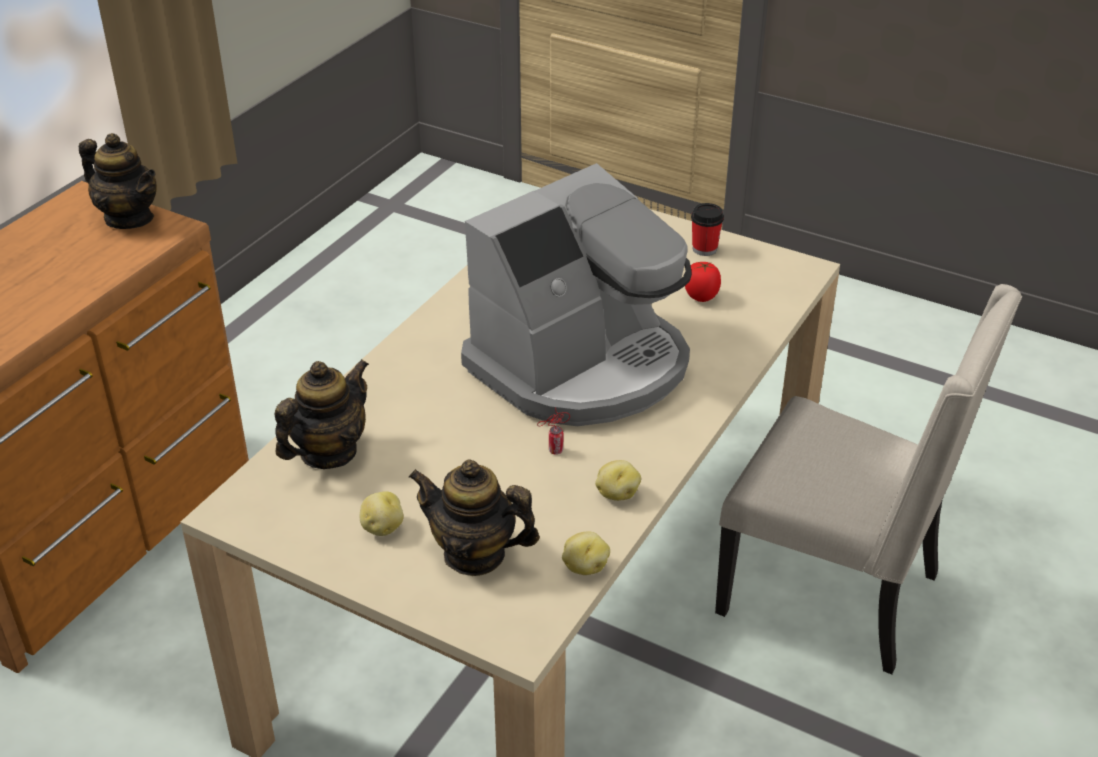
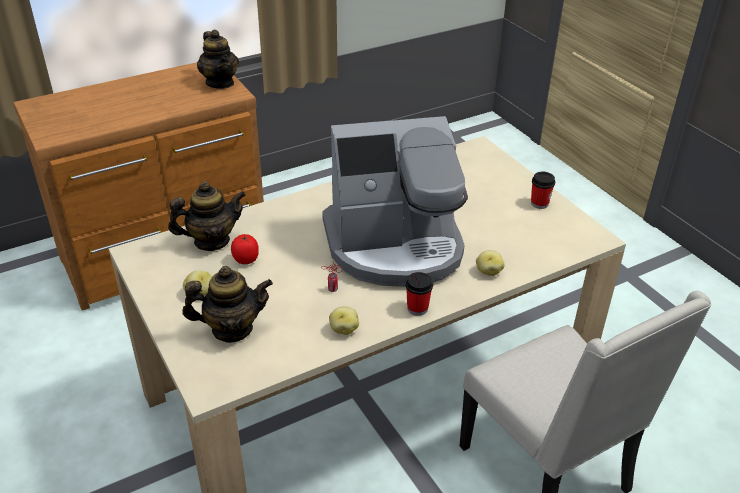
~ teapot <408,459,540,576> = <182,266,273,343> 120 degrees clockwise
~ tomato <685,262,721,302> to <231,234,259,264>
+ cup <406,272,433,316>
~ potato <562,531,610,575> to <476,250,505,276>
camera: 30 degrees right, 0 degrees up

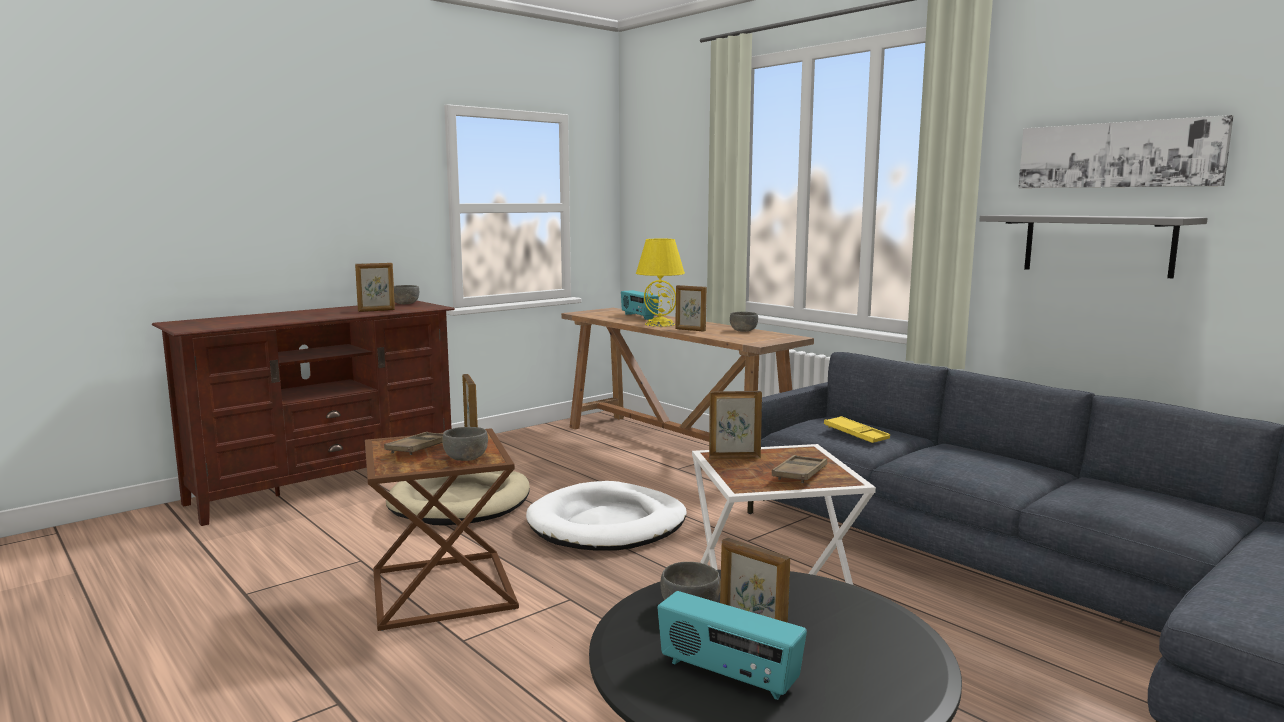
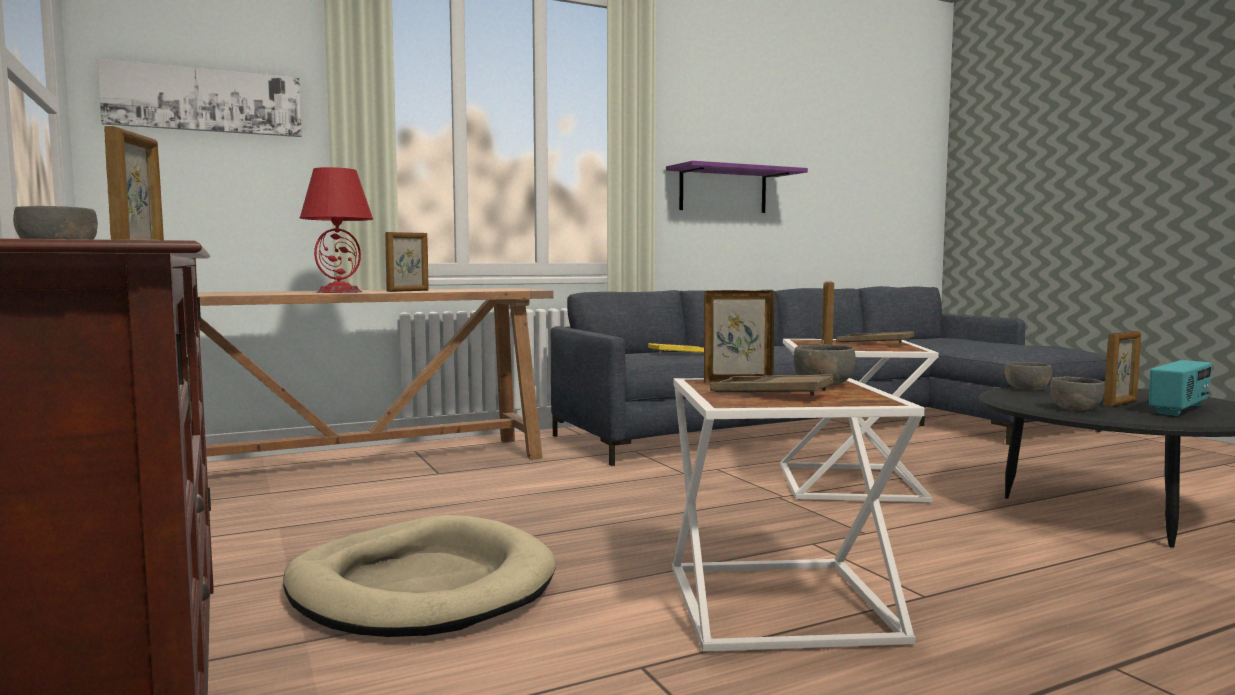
~ picture <1018,115,1233,188> to <97,59,302,137>
~ yellow table lamp <636,239,685,327> to red table lamp <300,167,373,293>
~ grey shelf <979,215,1208,278> to purple shelf <666,161,808,213>
~ brown side table <365,428,519,631> to white side table <672,378,925,652>
~ grey bowl <730,312,758,331> to <1005,362,1052,390>
- white dog bed <526,481,687,551>
- radio <621,290,659,320>
camera: 75 degrees left, 5 degrees down

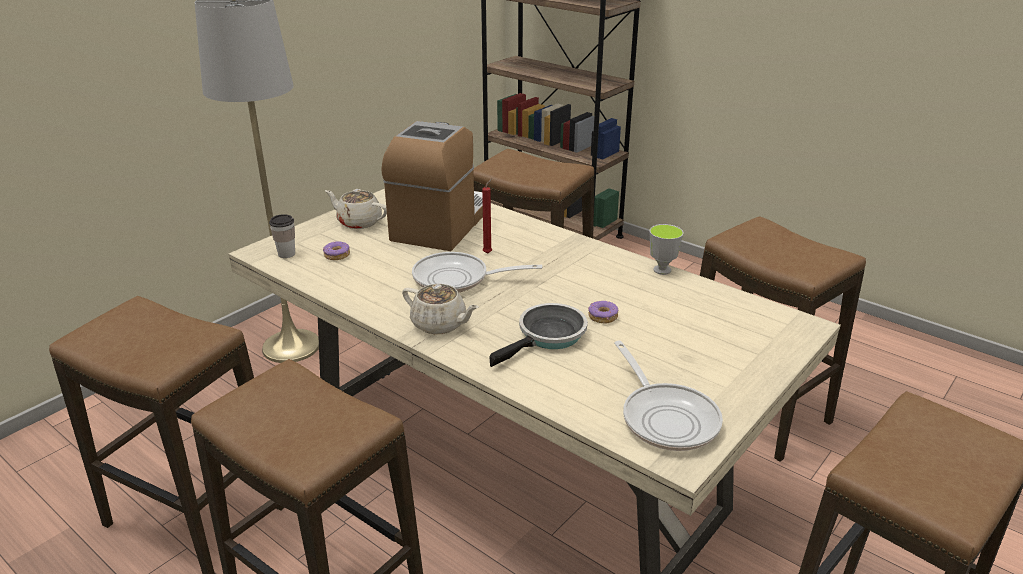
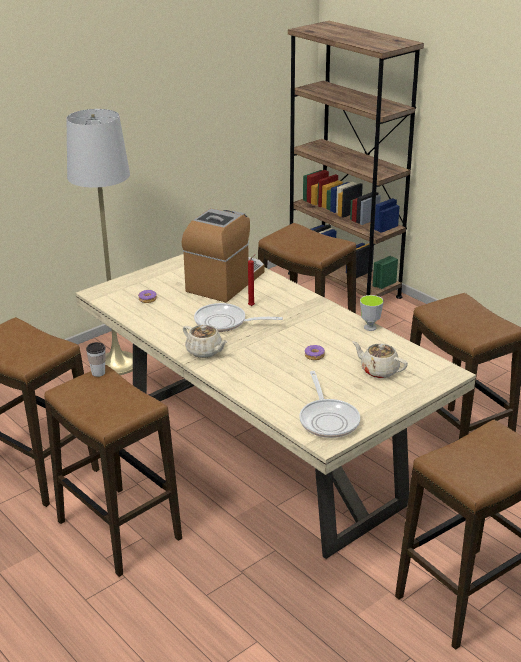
~ cup <269,214,295,258> to <86,342,106,377>
~ beige teapot <325,189,387,229> to <352,341,408,378>
- frying pan <489,303,588,367>
camera: 10 degrees right, 0 degrees up

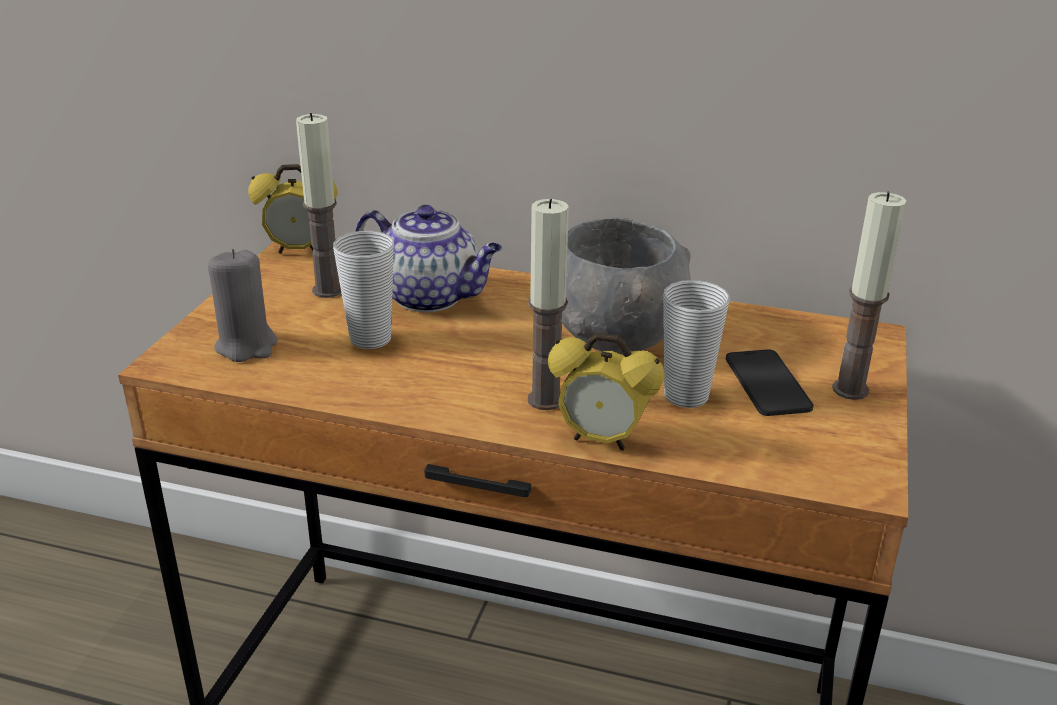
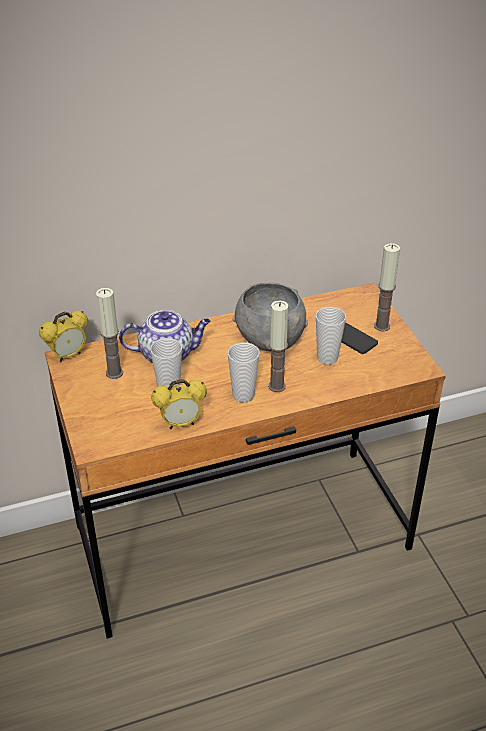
~ alarm clock <548,333,665,451> to <151,379,207,429>
+ cup <228,342,260,402>
- grey candle <208,248,277,362>
camera: 35 degrees left, 10 degrees up

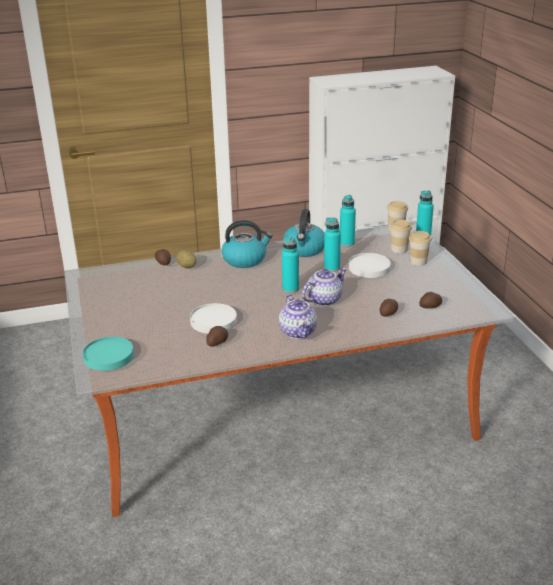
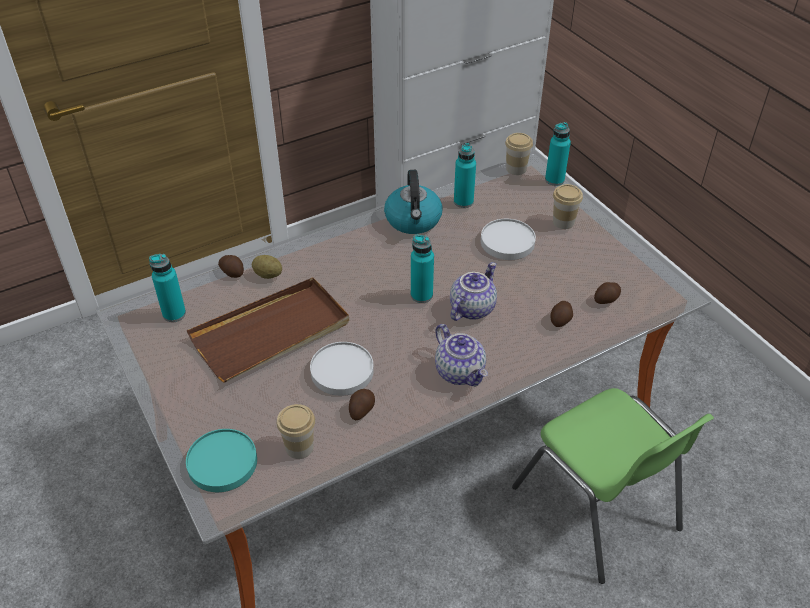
~ turquoise bottle <324,218,341,272> to <149,254,186,322>
+ brown tray <187,277,349,383>
~ cup <390,220,412,254> to <277,404,315,459>
+ green chair <512,388,714,584>
- kettle <222,220,273,268>
camera: 15 degrees left, 15 degrees up

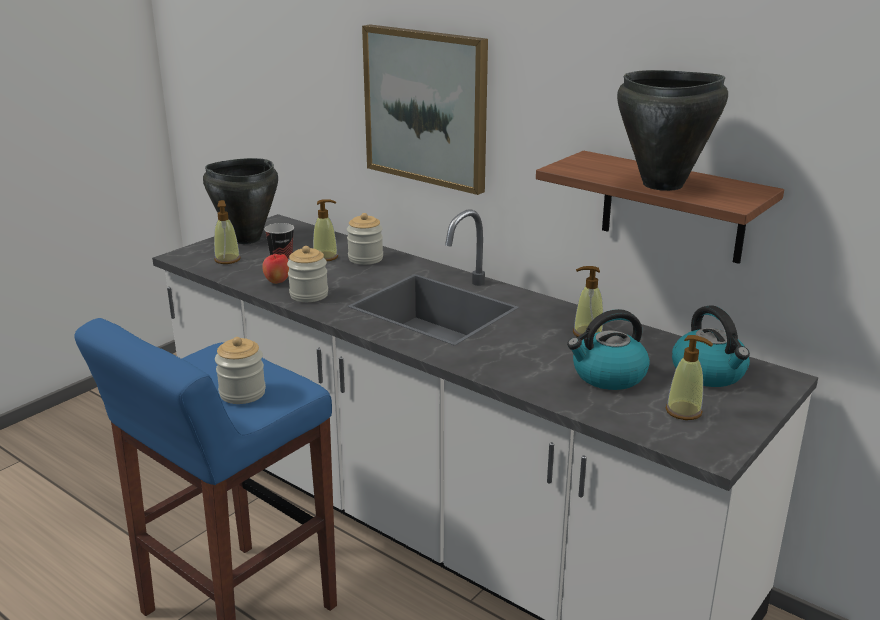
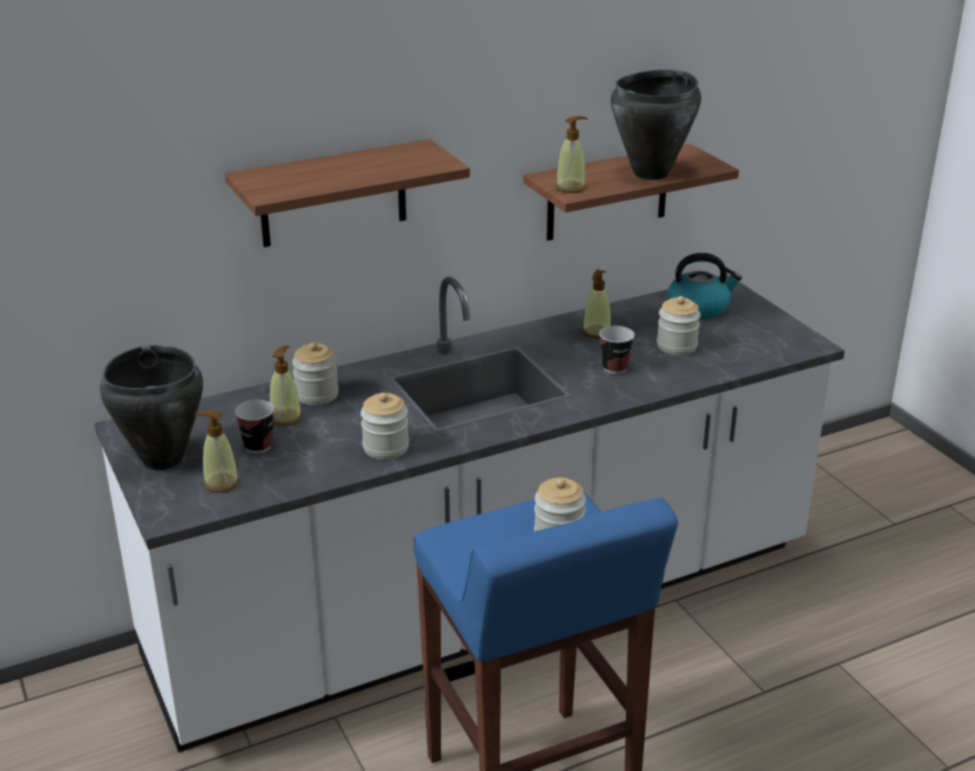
~ picture <362,25,488,195> to shelf <225,139,470,247>
~ soap dispenser <666,335,713,420> to <556,116,588,193>
+ cup <599,326,635,374>
~ kettle <567,309,650,390> to jar <657,296,701,355>
- apple <262,254,289,284>
camera: 65 degrees left, 5 degrees up

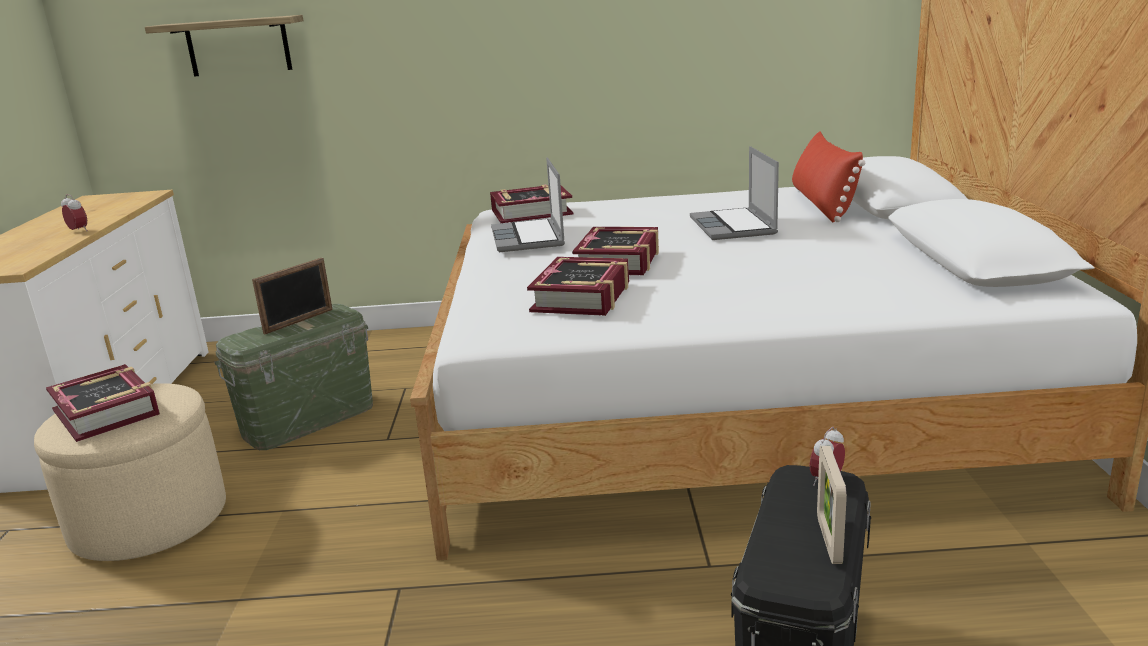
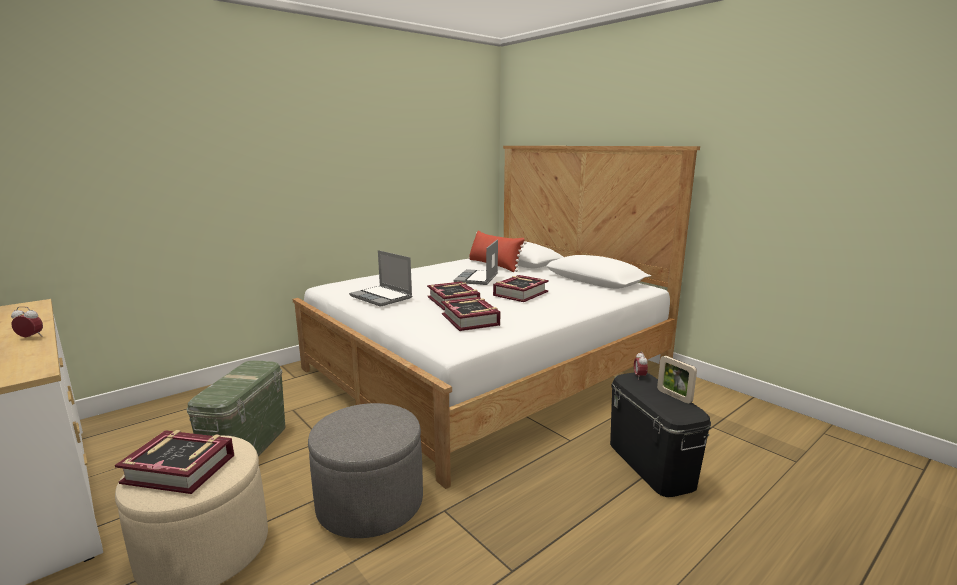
+ grey ottoman <308,403,423,538>
~ laptop <690,146,779,240> = <454,240,498,285> 60 degrees clockwise
~ book <490,185,573,223> to <493,275,549,302>
- shelf <145,15,303,76>
- picture frame <252,258,333,334>
camera: 40 degrees left, 5 degrees down

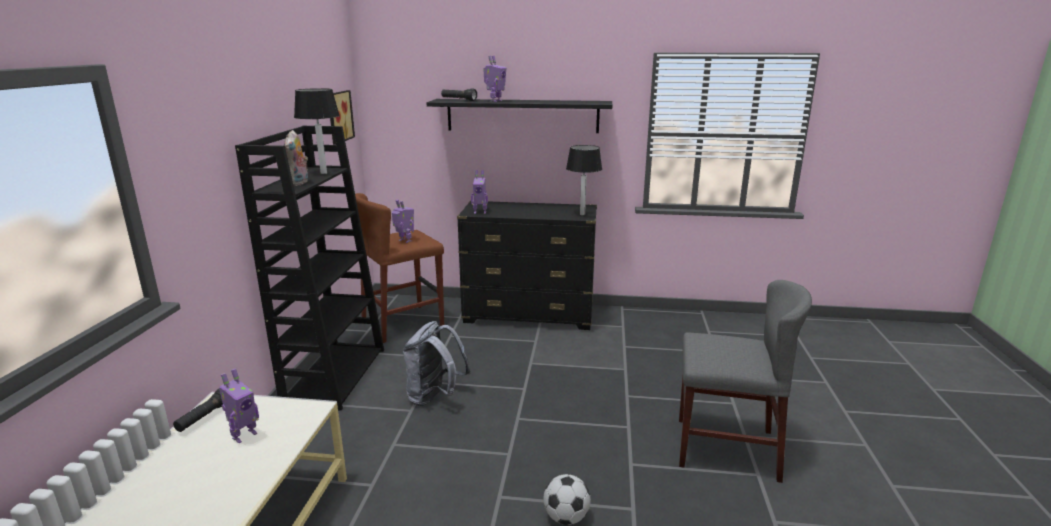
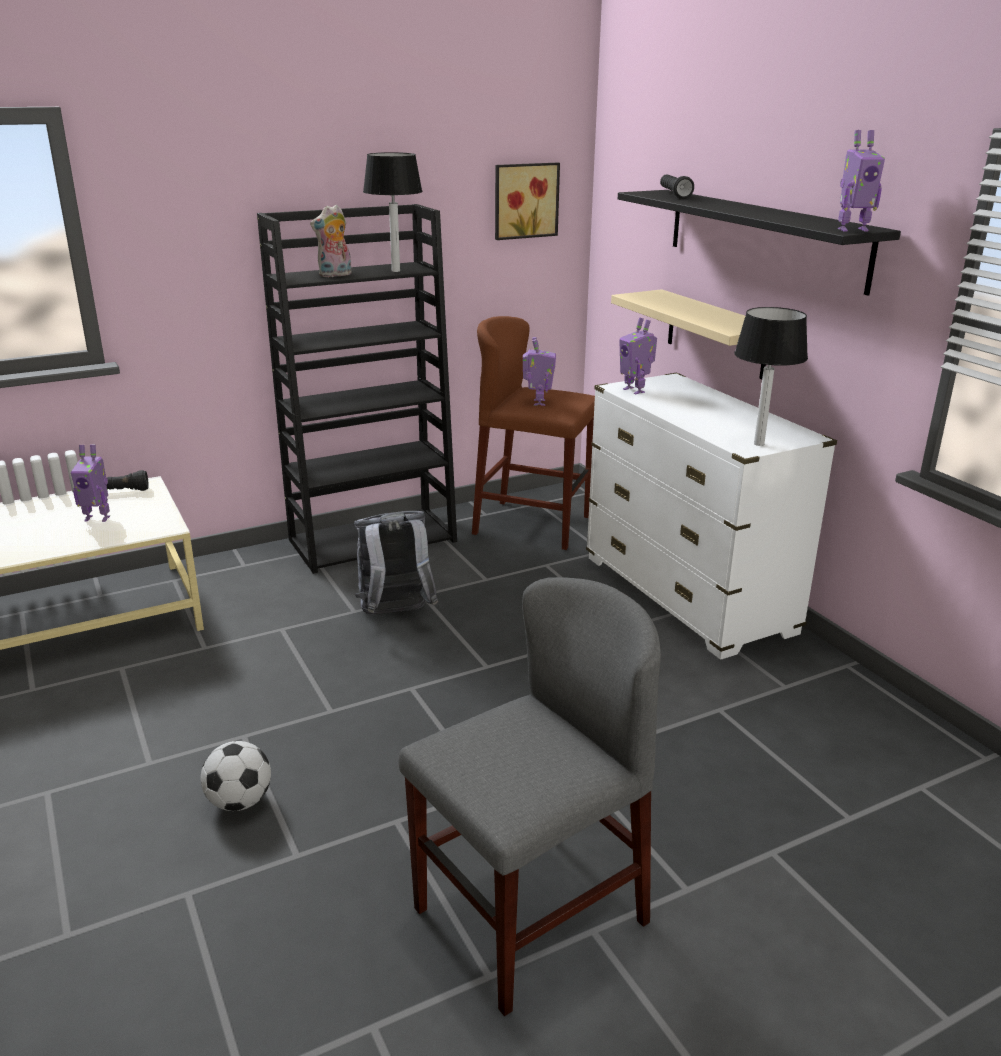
~ grey chair <679,280,812,483> = <399,577,661,1016> 105 degrees counterclockwise
~ black dresser <457,201,597,330> to white dresser <586,373,837,660>
+ beige shelf <611,289,766,380>
~ toy robot <483,56,506,102> to <838,130,885,232>
camera: 55 degrees right, 5 degrees up

